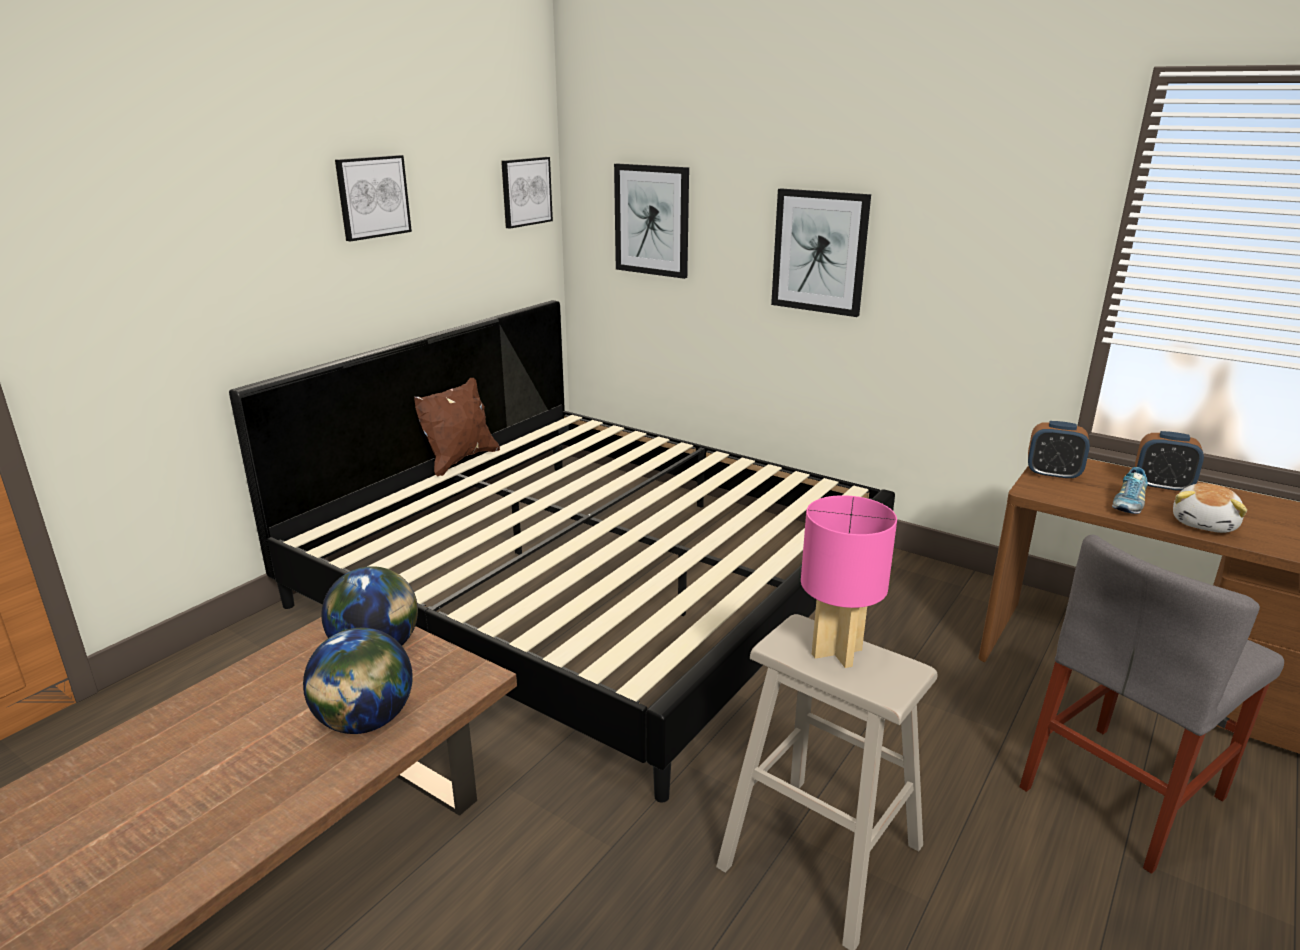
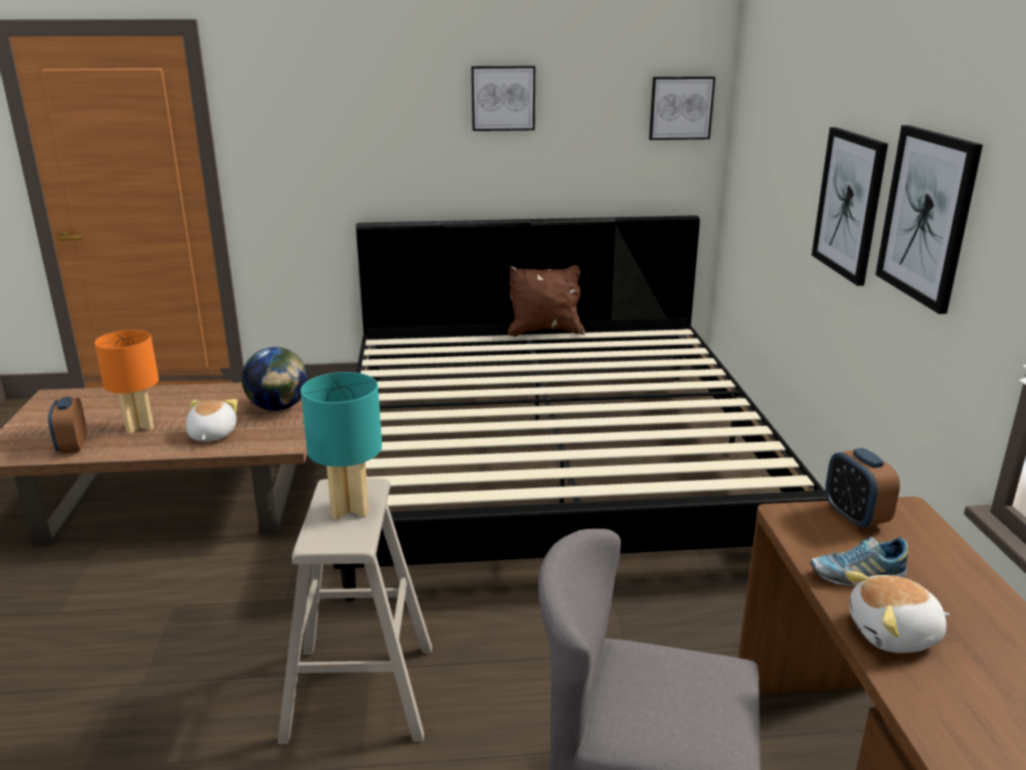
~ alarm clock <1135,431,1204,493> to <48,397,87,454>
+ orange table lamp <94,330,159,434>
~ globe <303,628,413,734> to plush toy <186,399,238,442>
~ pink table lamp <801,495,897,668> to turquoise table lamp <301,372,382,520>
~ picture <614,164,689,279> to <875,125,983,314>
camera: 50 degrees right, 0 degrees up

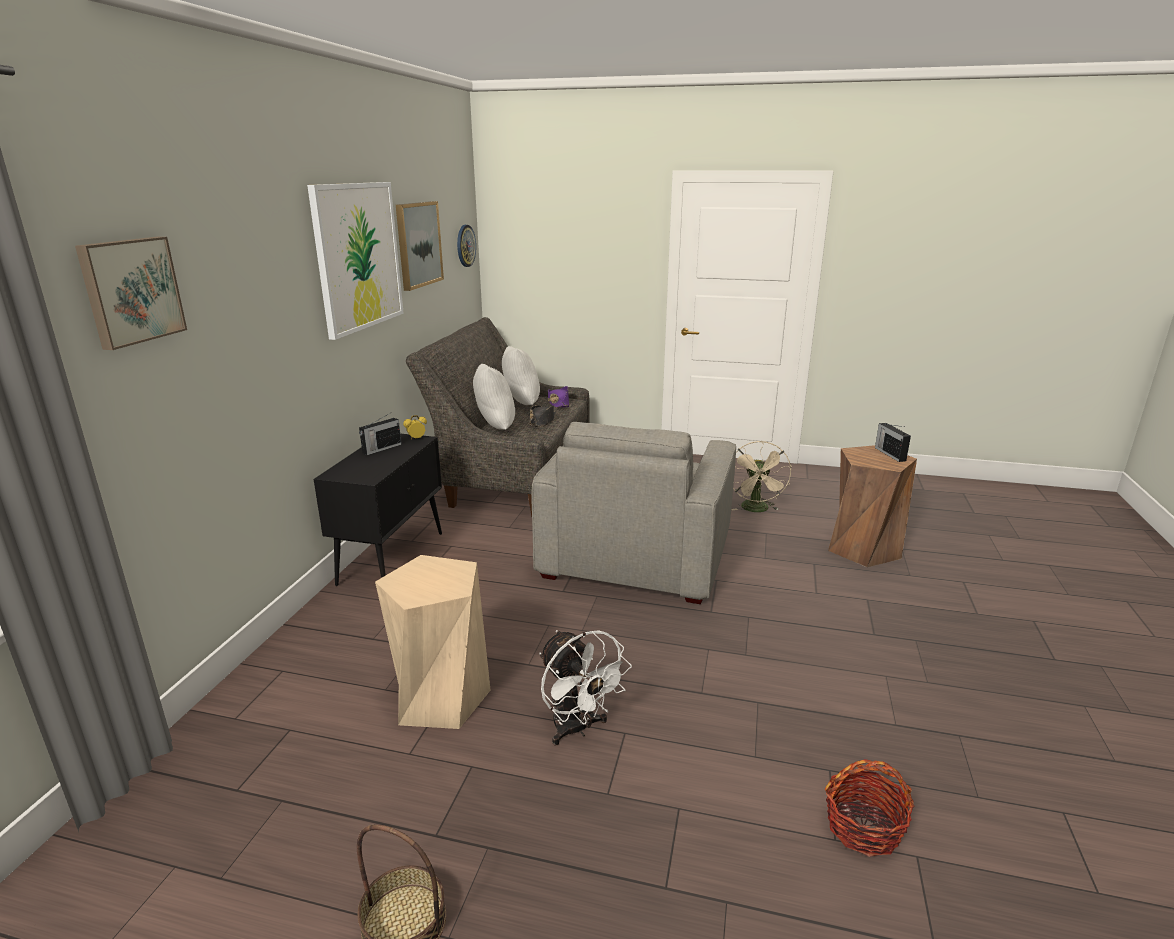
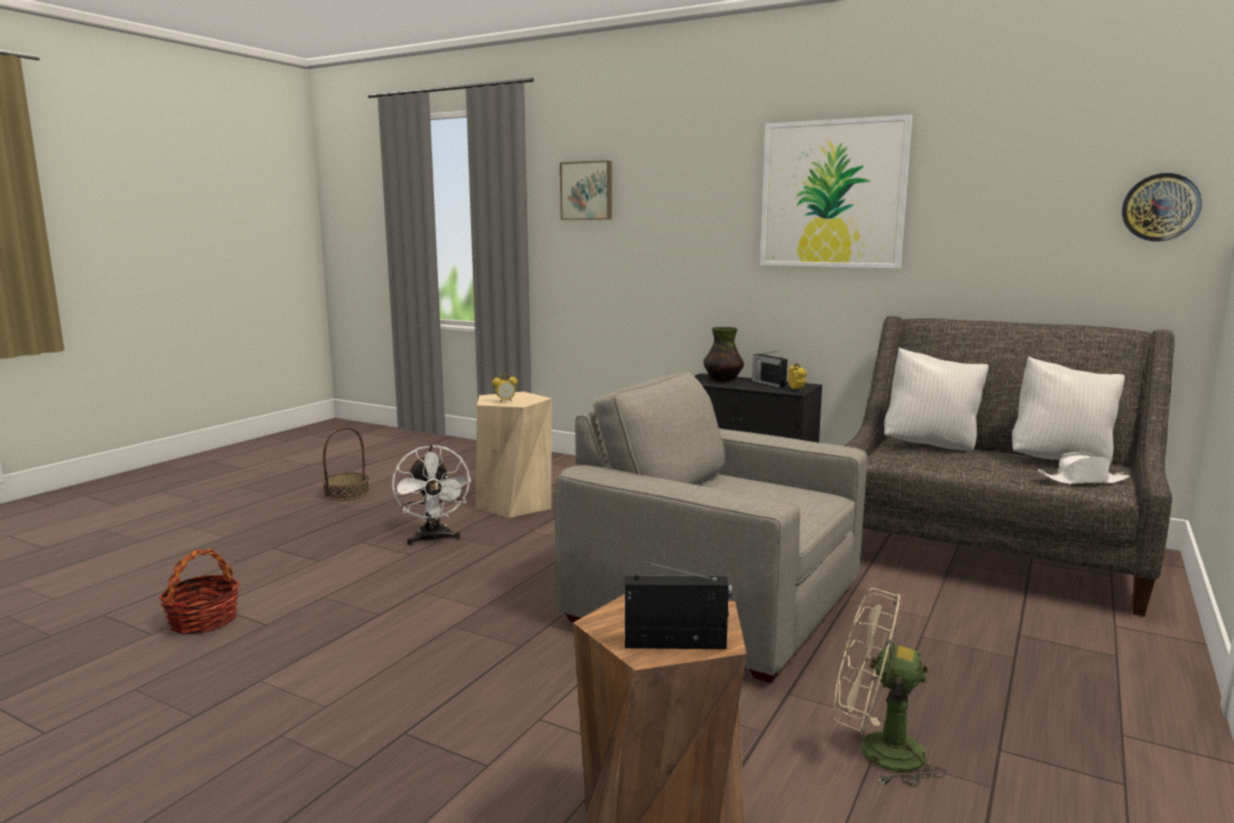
~ white fan <539,630,632,746> = <392,445,471,545> 90 degrees counterclockwise
+ alarm clock <492,374,518,402>
+ vase <703,327,744,382>
~ purple hat <548,386,569,408> to white hat <1038,452,1129,485>
- picture <396,201,444,291>
- black hat <528,405,556,427>
camera: 105 degrees right, 10 degrees down

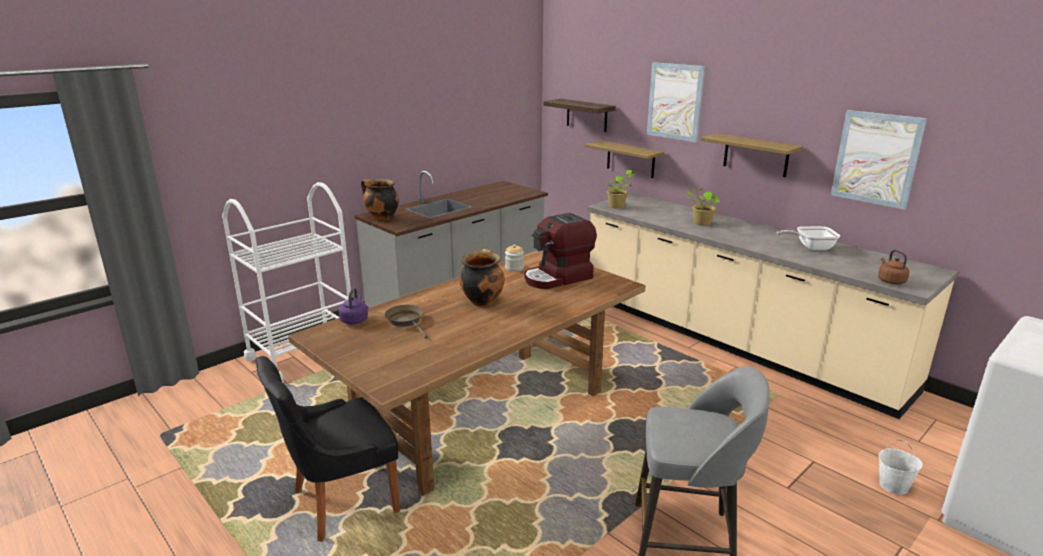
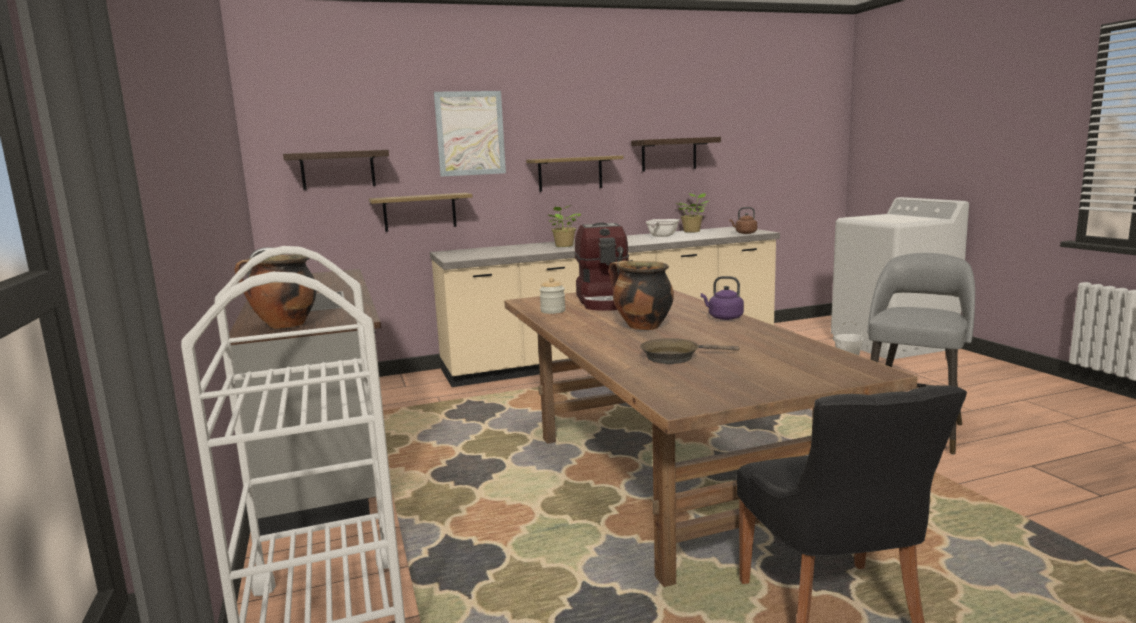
~ picture <831,110,927,210> to shelf <631,137,721,171>
~ potted plant <604,170,636,208> to <676,193,710,233>
~ purple kettle <339,288,368,324> to <701,276,744,320>
camera: 65 degrees left, 10 degrees down

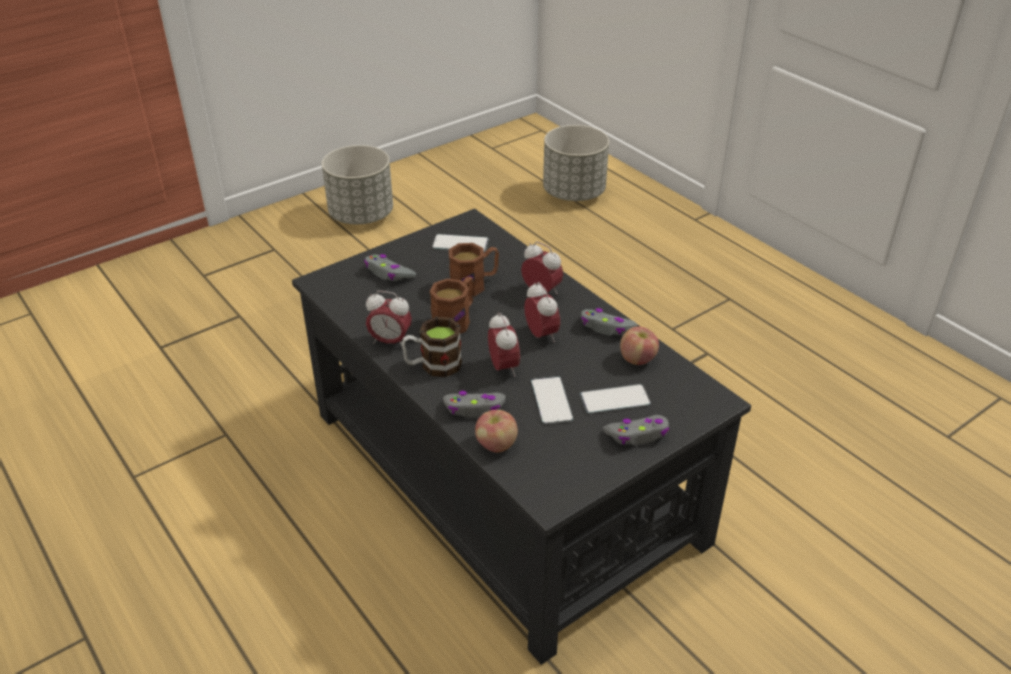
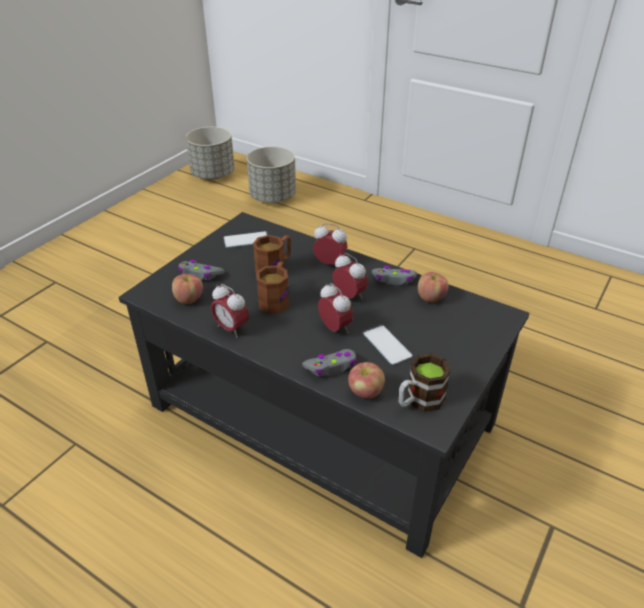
+ apple <172,274,203,304>
~ grey planter <322,145,393,224> to <186,127,235,180>
~ alarm clock <366,291,412,346> = <211,284,249,338> 45 degrees clockwise
~ mug <402,317,462,377> to <399,353,451,412>
- phone <580,384,651,414>
- grey game controller <603,415,669,445>
camera: 20 degrees left, 0 degrees up

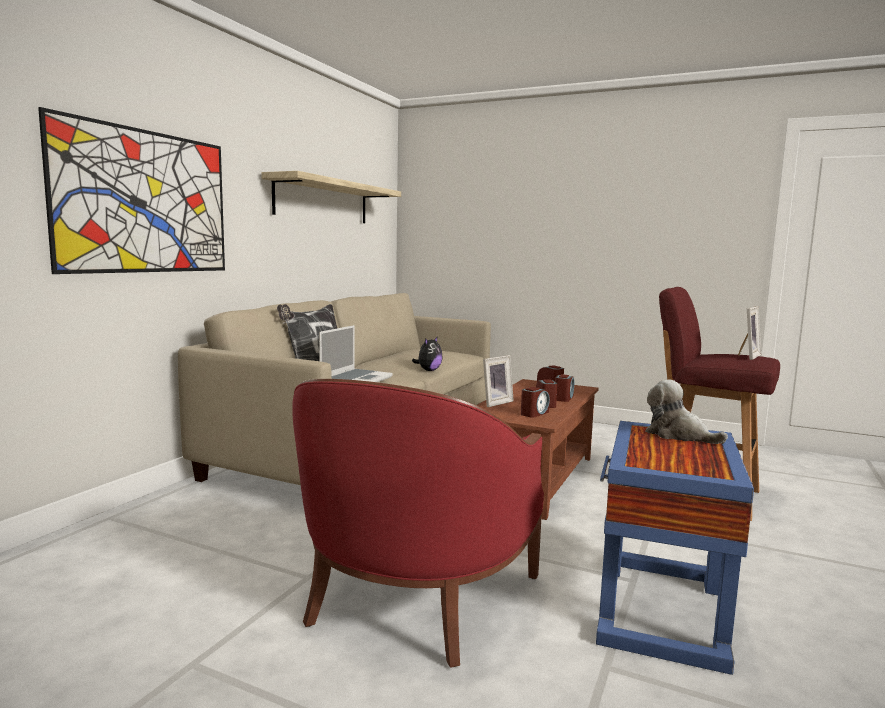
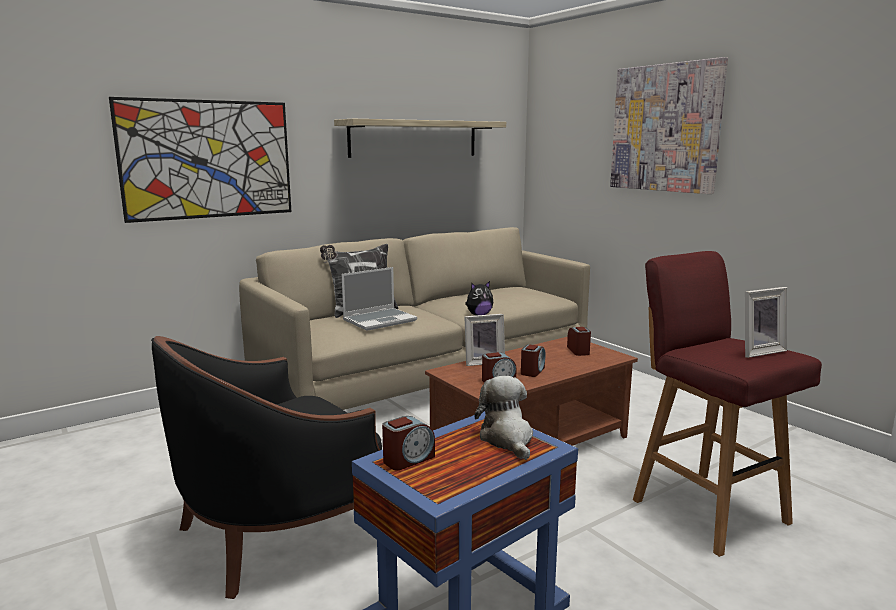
~ red armchair <292,379,544,668> to black armchair <151,336,382,599>
~ alarm clock <555,374,574,402> to <382,416,435,470>
+ picture <610,57,728,194>
camera: 30 degrees right, 5 degrees up

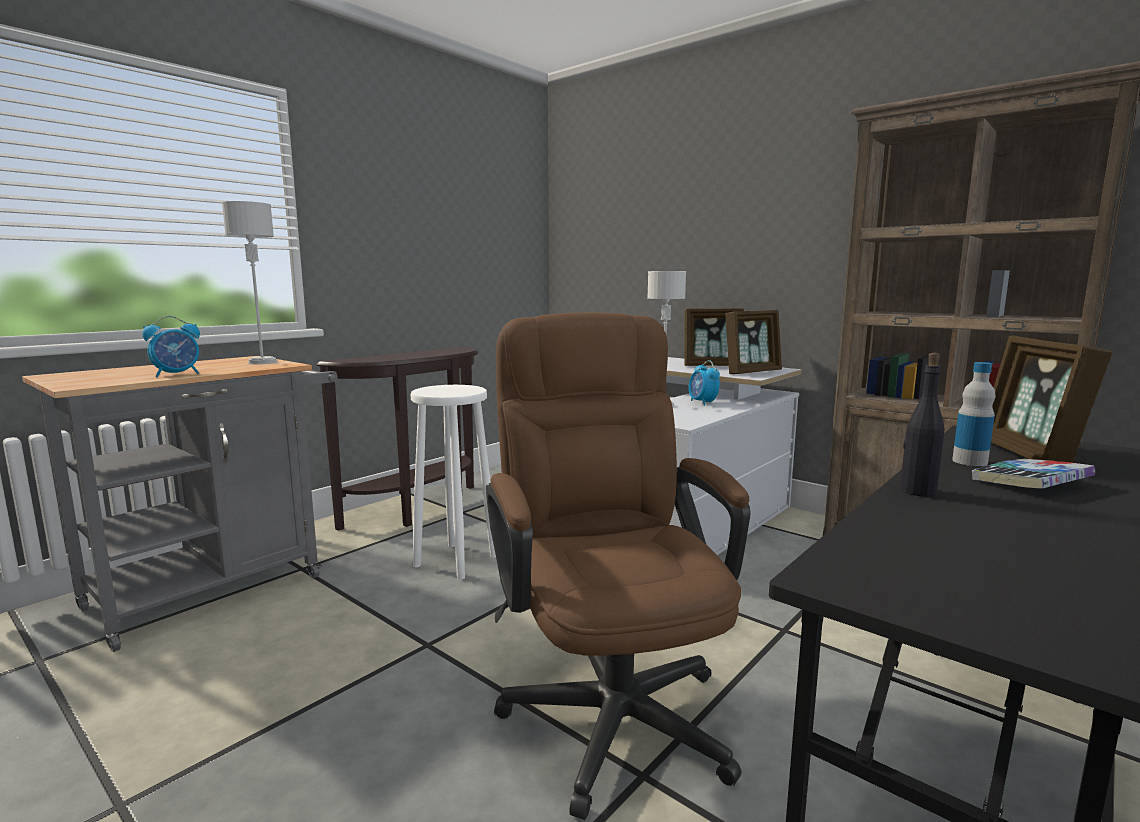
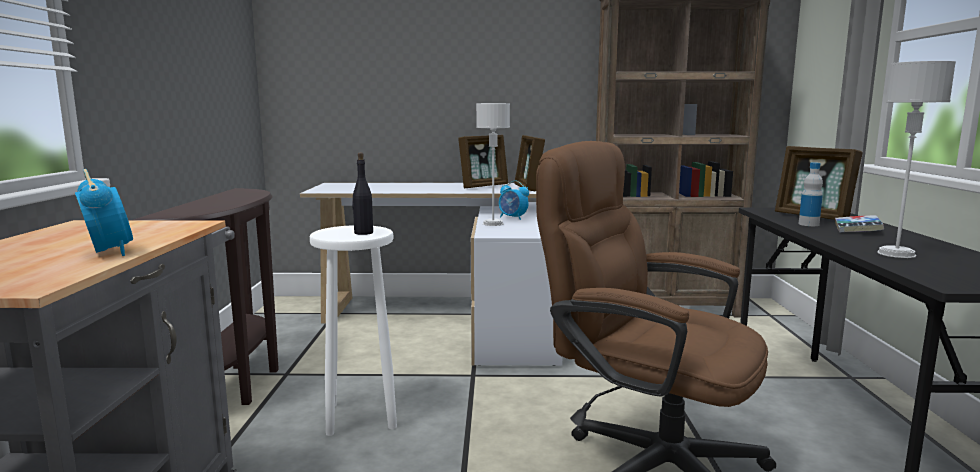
~ alarm clock <142,316,200,377> = <75,169,133,256> 45 degrees counterclockwise
~ black bottle <900,353,944,497> to <352,153,373,235>
~ picture frame <725,310,782,374> = <514,135,545,191> 150 degrees clockwise
~ grey table lamp <222,201,277,364> to <877,61,956,258>
camera: 40 degrees left, 0 degrees up

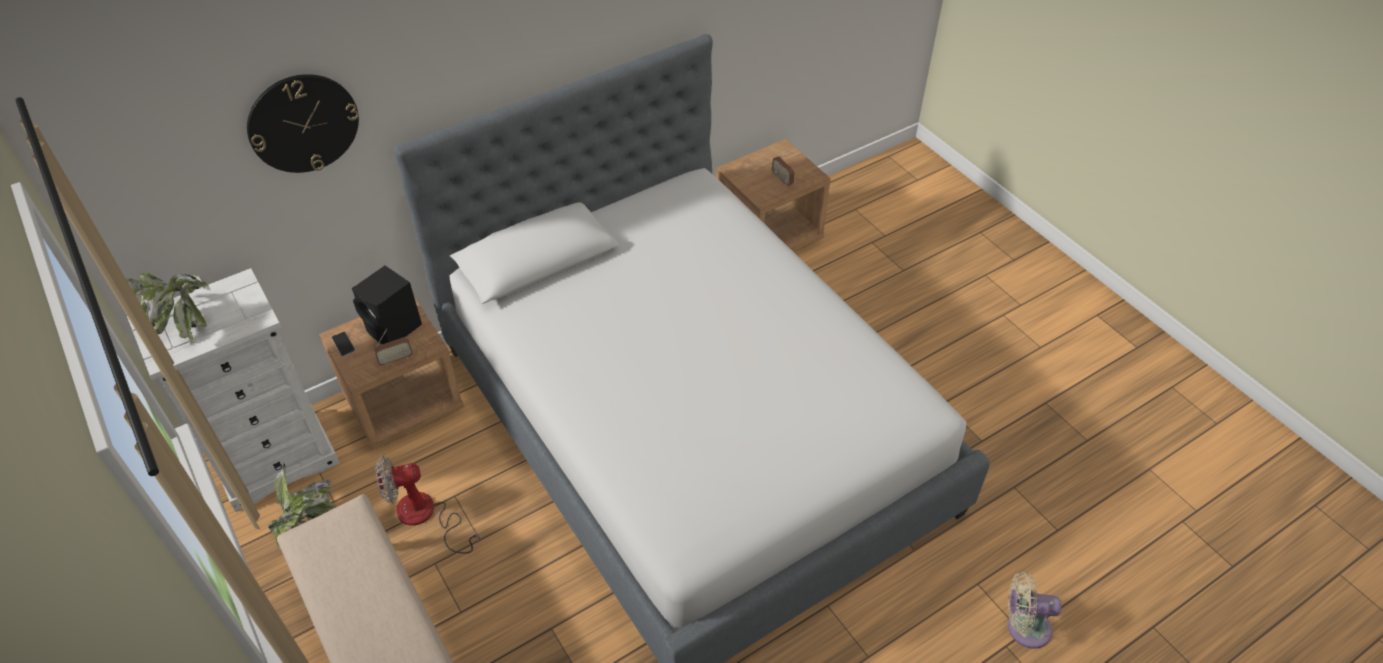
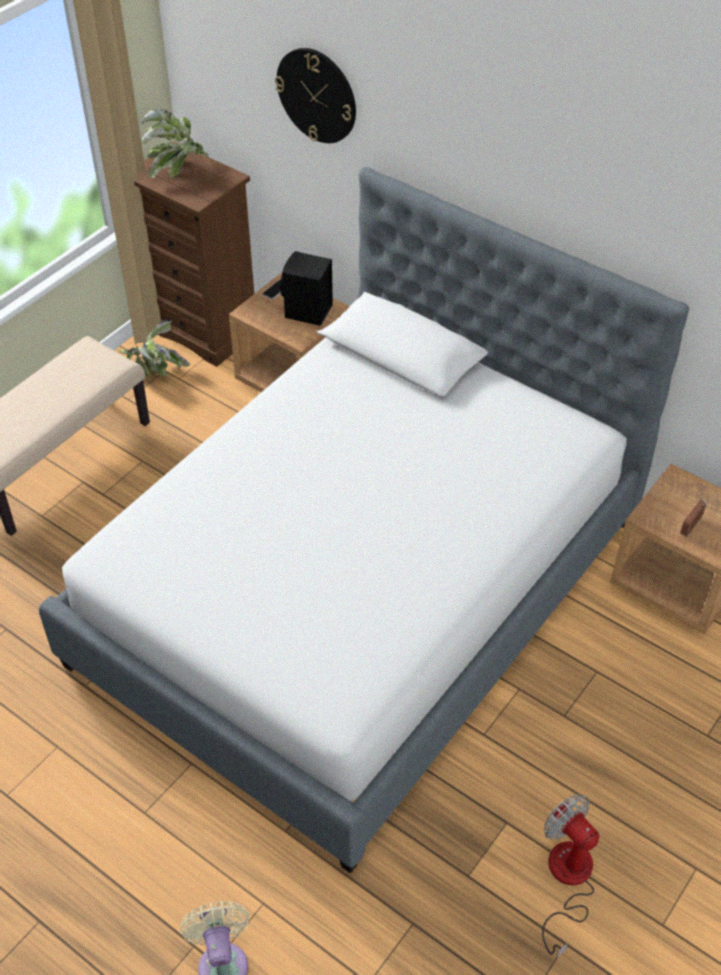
~ white dresser <127,268,340,512> to brown dresser <134,141,254,367>
~ fan <375,456,479,554> to <542,794,599,957>
- radio <374,329,412,366>
camera: 70 degrees right, 0 degrees up

